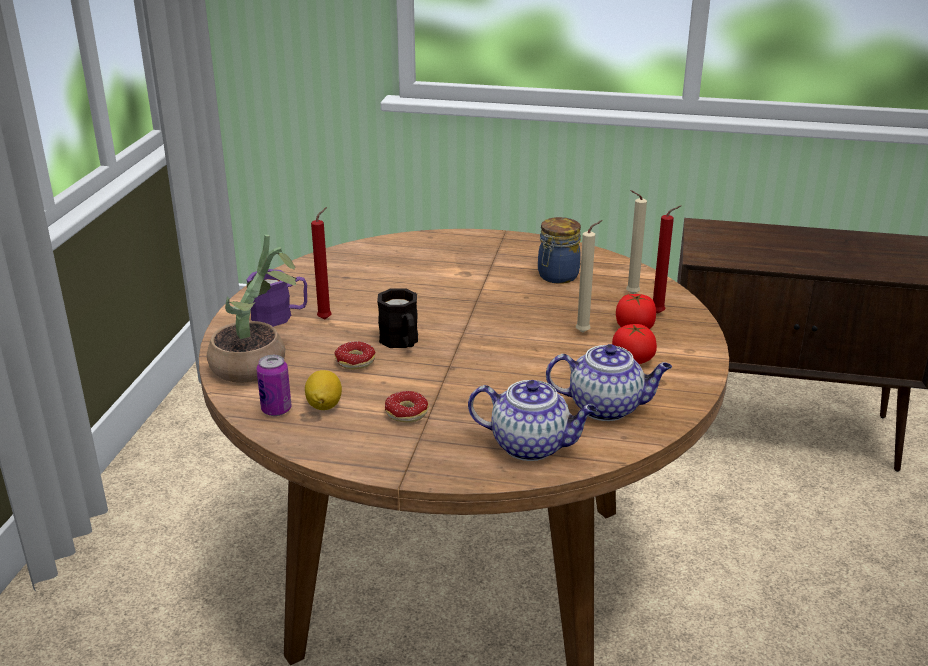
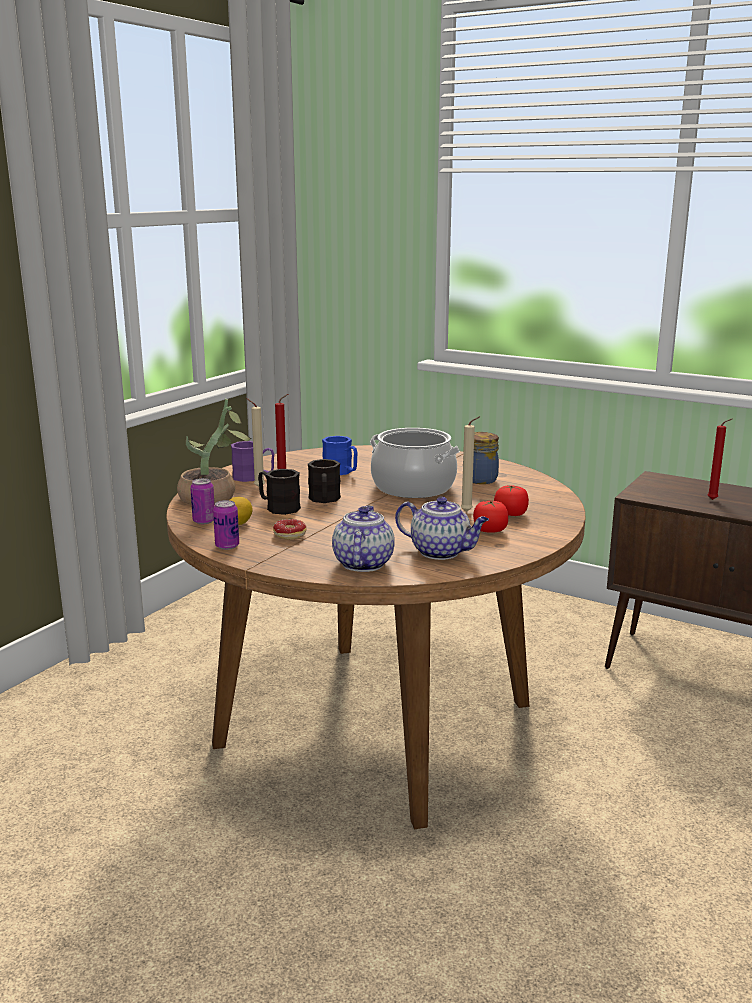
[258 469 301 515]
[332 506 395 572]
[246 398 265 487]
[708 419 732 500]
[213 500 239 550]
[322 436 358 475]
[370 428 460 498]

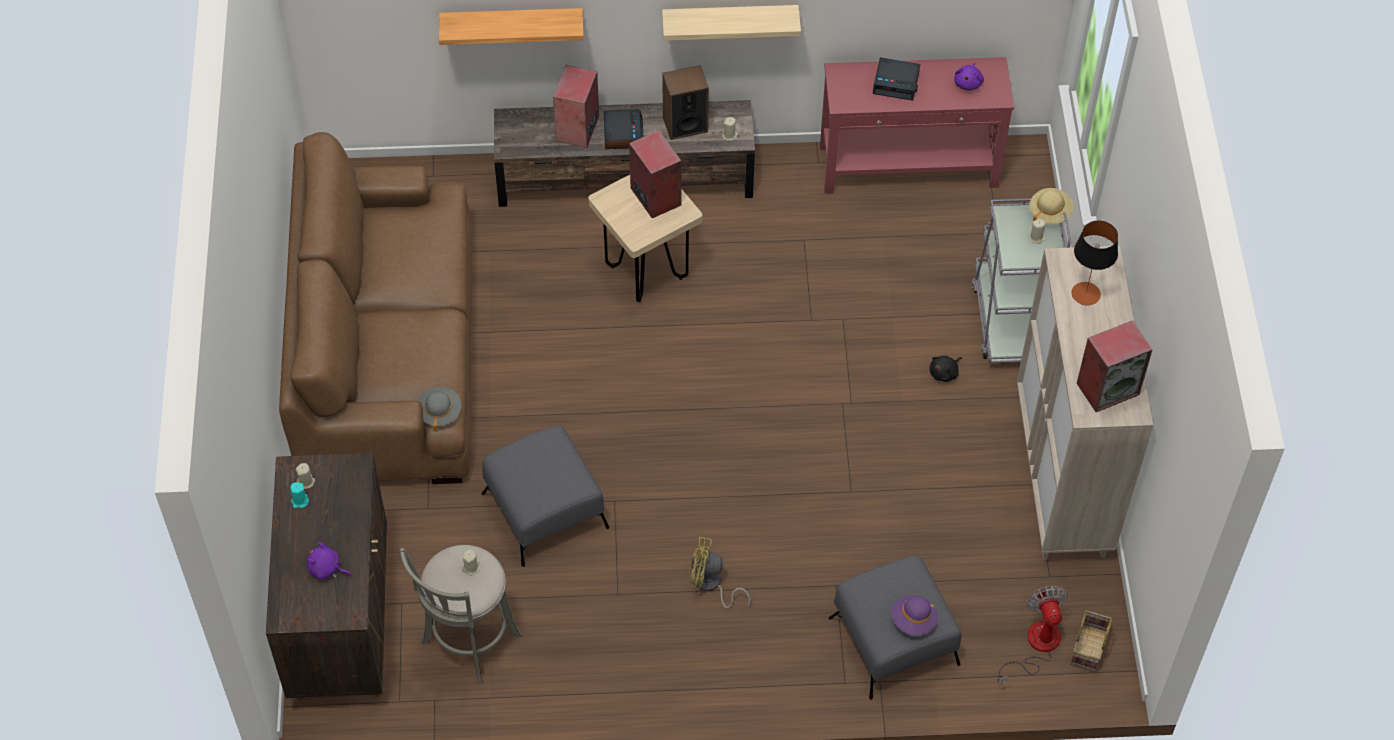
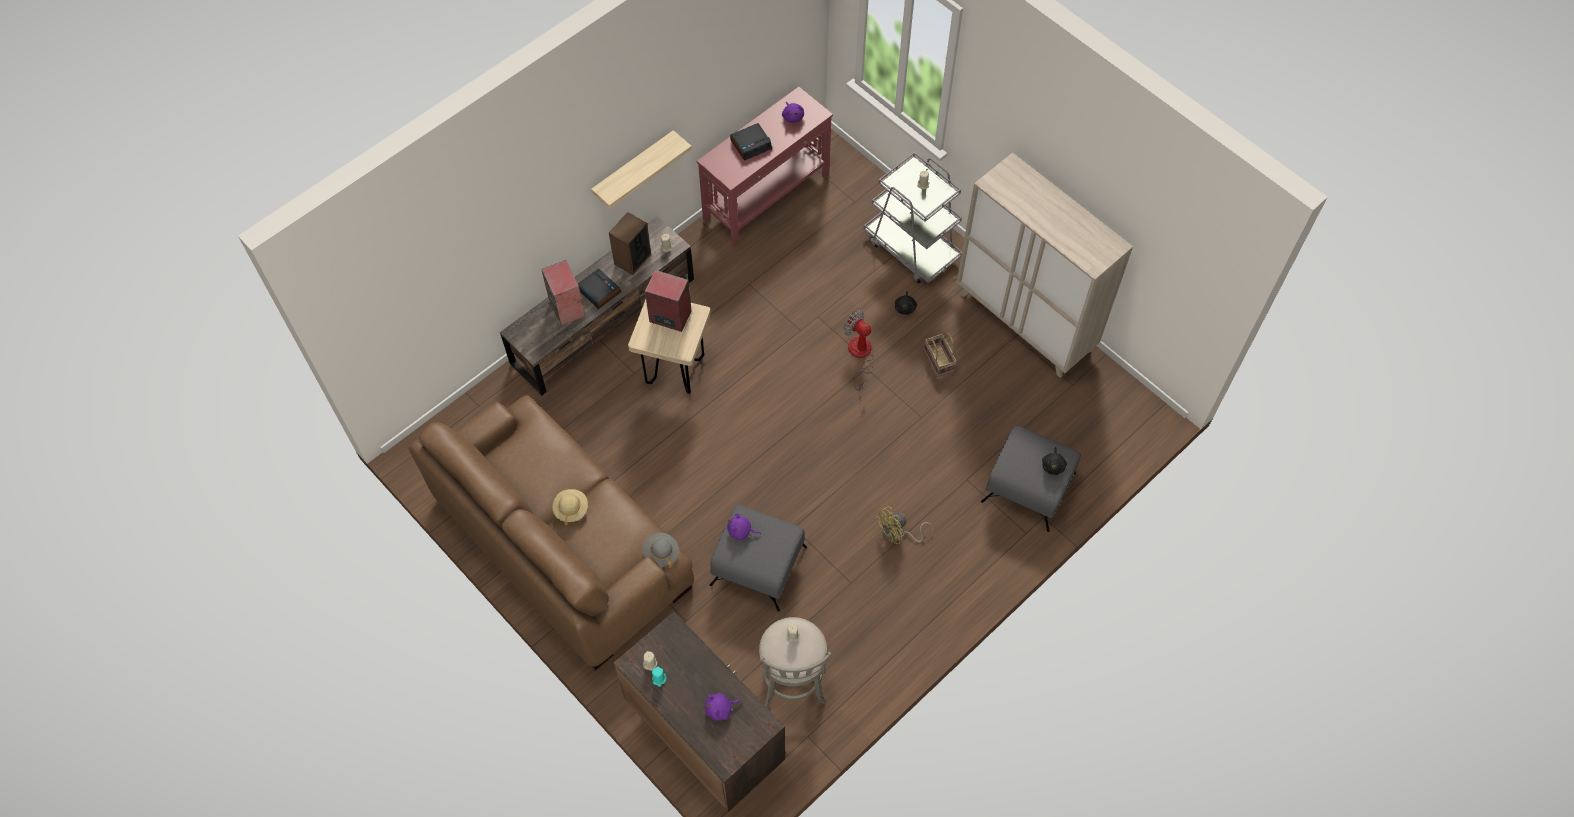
[439 8 584 45] (first image)
[1042 447 1067 475]
[843 310 874 391]
[553 489 588 525]
[924 333 956 377]
[1072 220 1118 306] (first image)
[1077 320 1153 412] (first image)
[727 514 761 540]

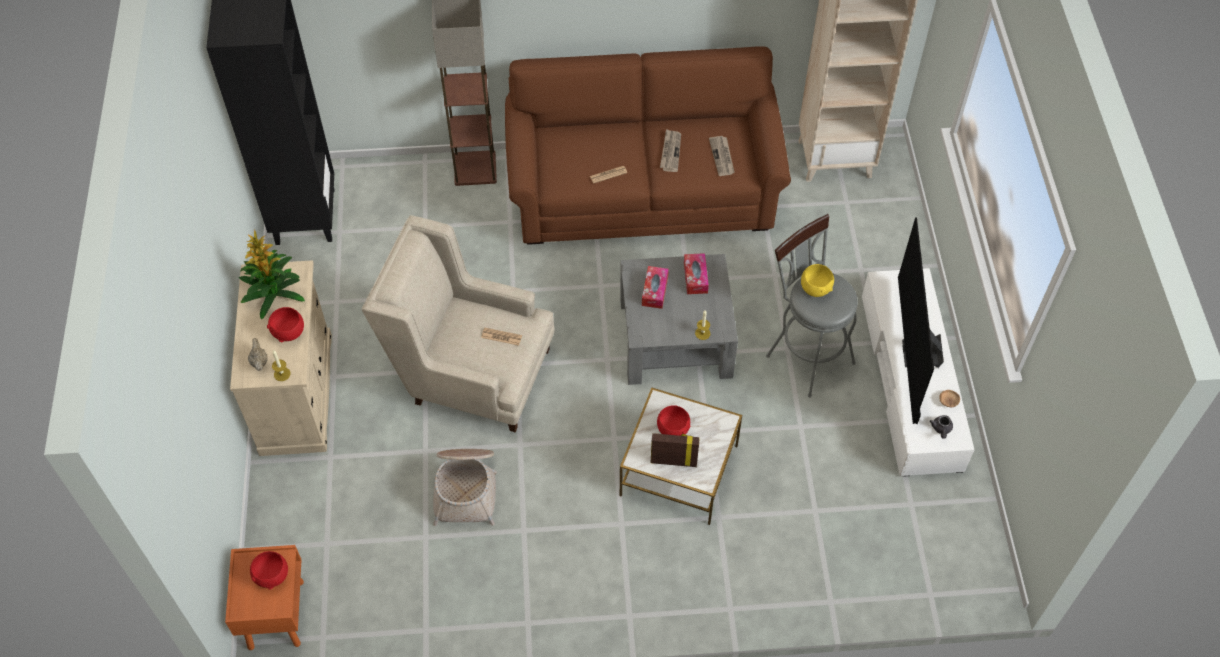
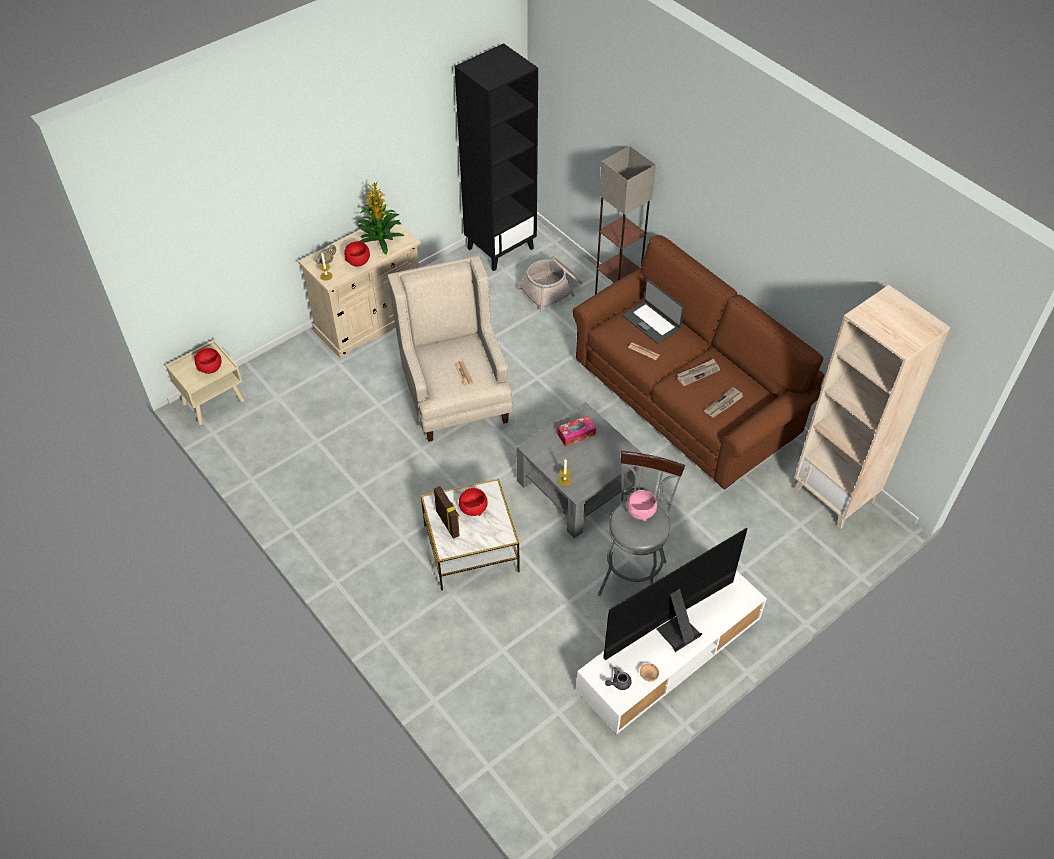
[165 339 245 425]
[517 256 583 313]
[684 253 709 294] (first image)
[626 490 657 521]
[623 279 684 344]

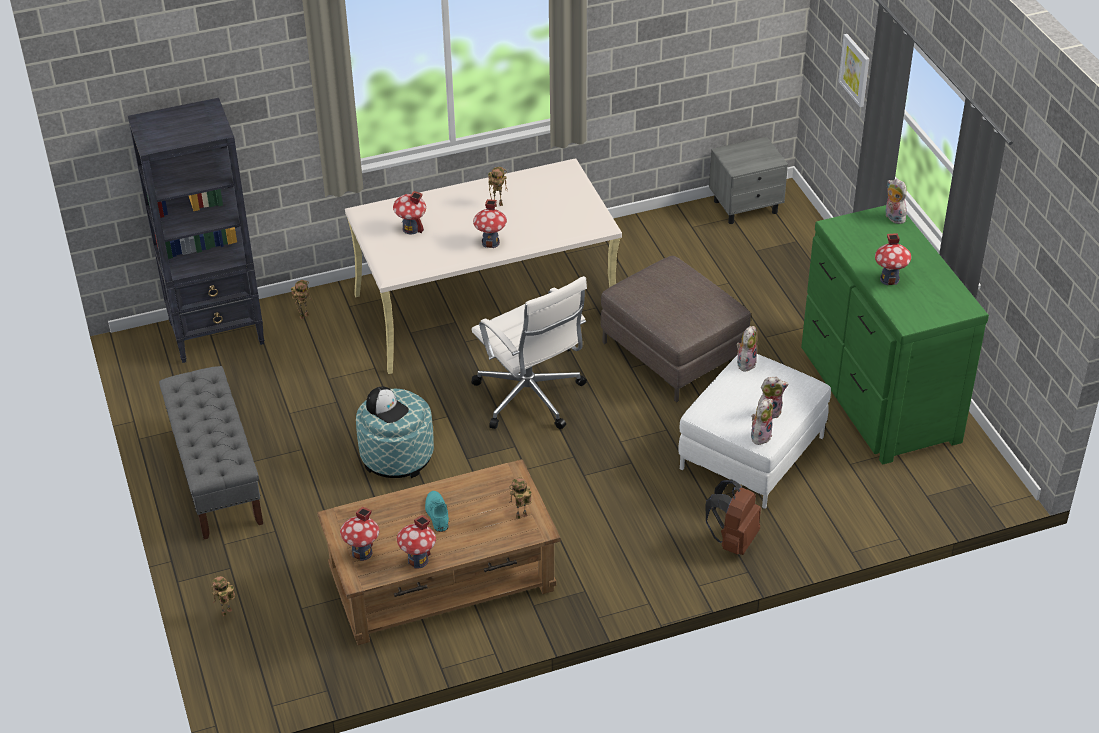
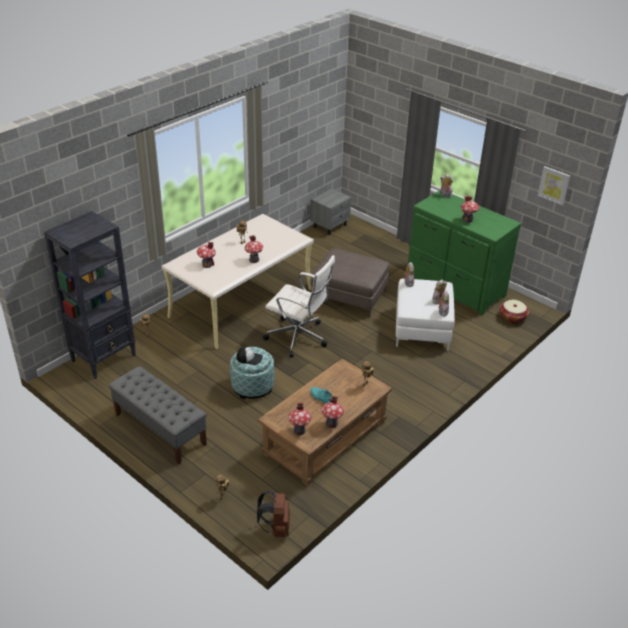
[257 490 290 537]
[538 166 570 206]
[500 300 529 323]

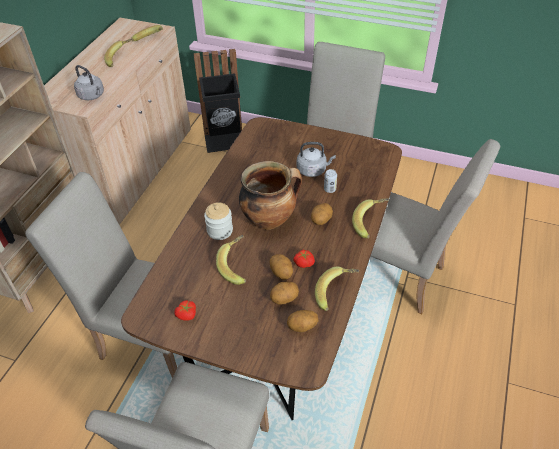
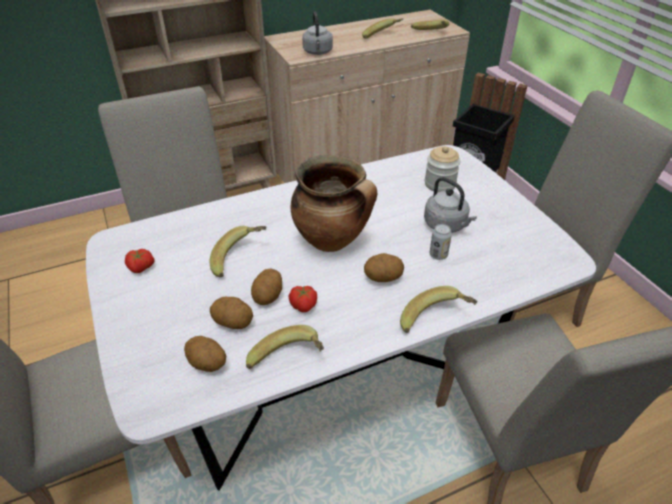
[86 145 596 491]
[425 146 460 193]

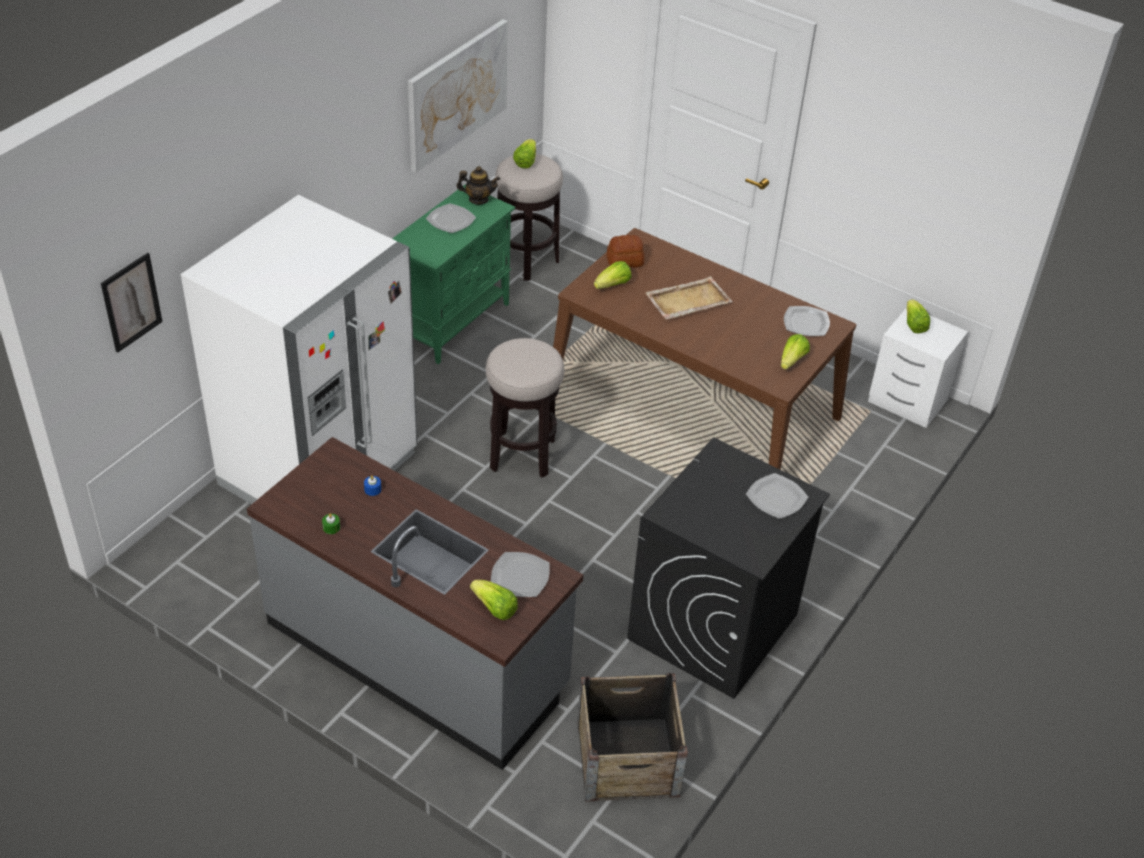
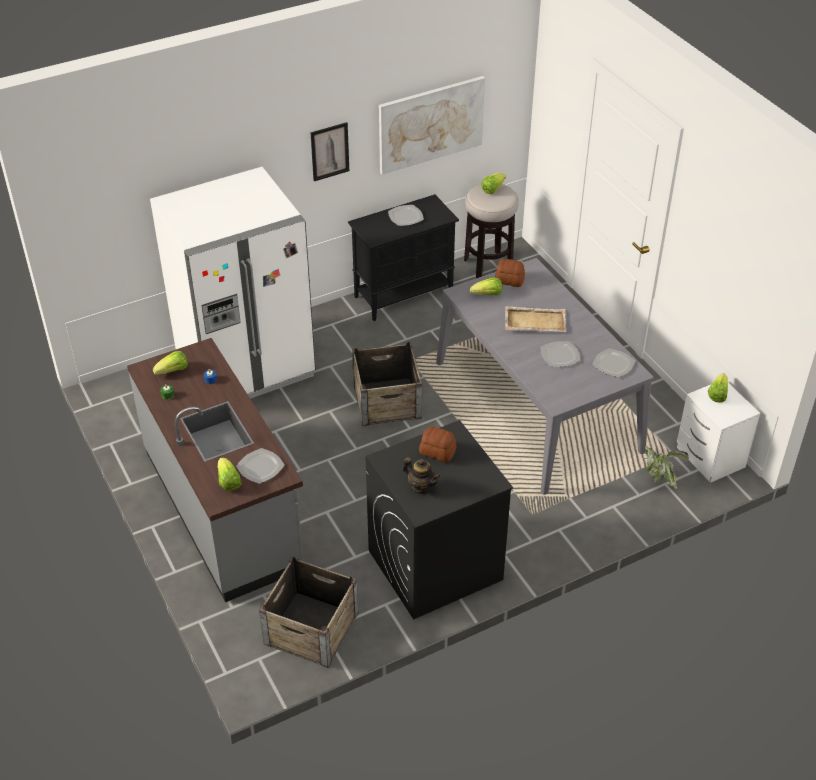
[311 122 349 181]
[348 194 459 321]
[402 457 441 494]
[352 342 422 426]
[436 258 653 495]
[540 341 580 367]
[153 351 188 375]
[419 427 456 462]
[644 446 689 490]

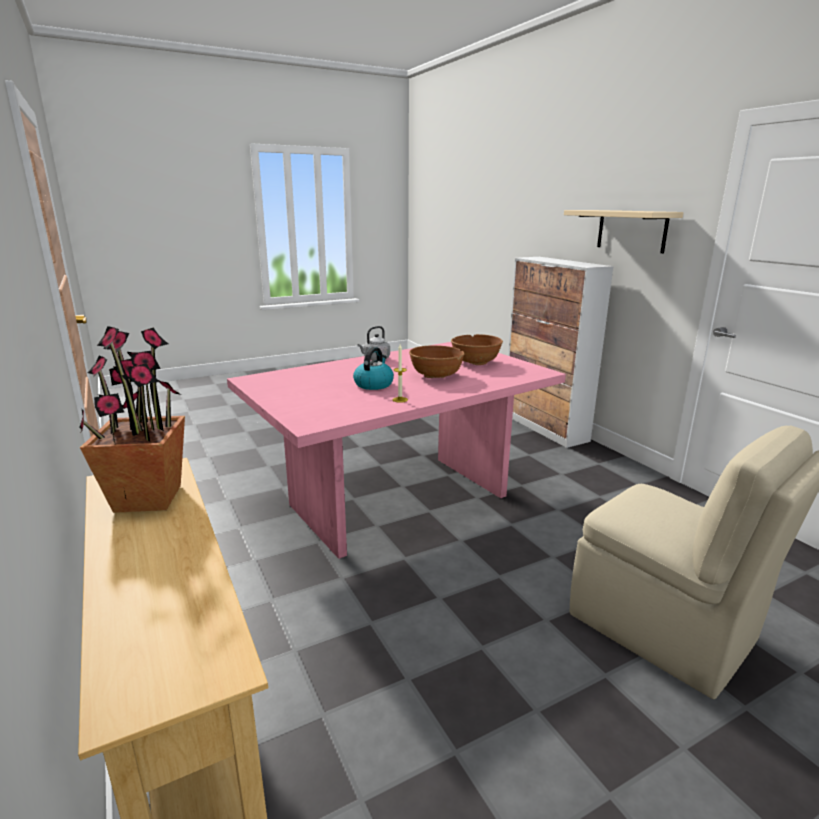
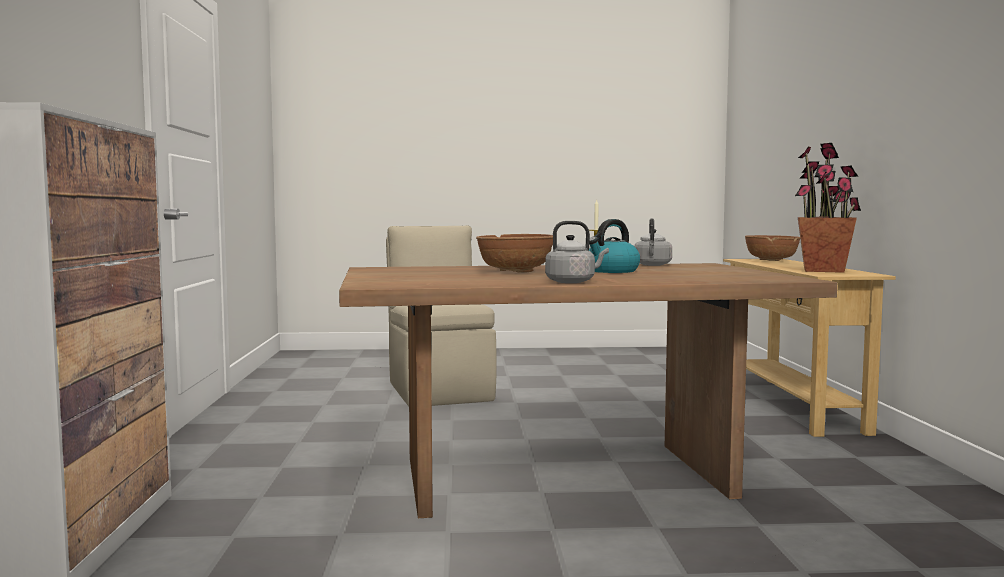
[339 263 837 518]
[745 235 800 261]
[564 210 684 253] (first image)
[634 218 672 266]

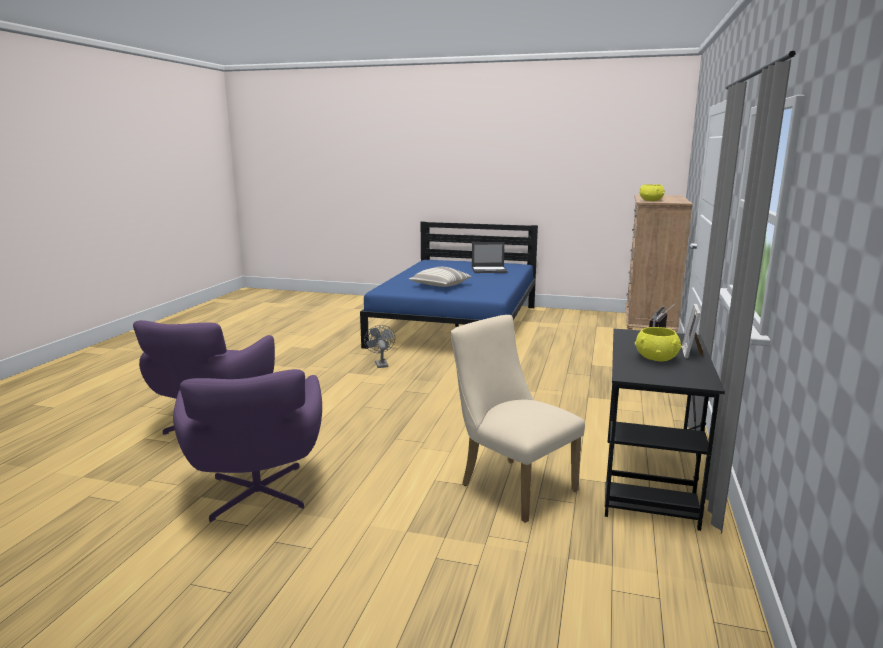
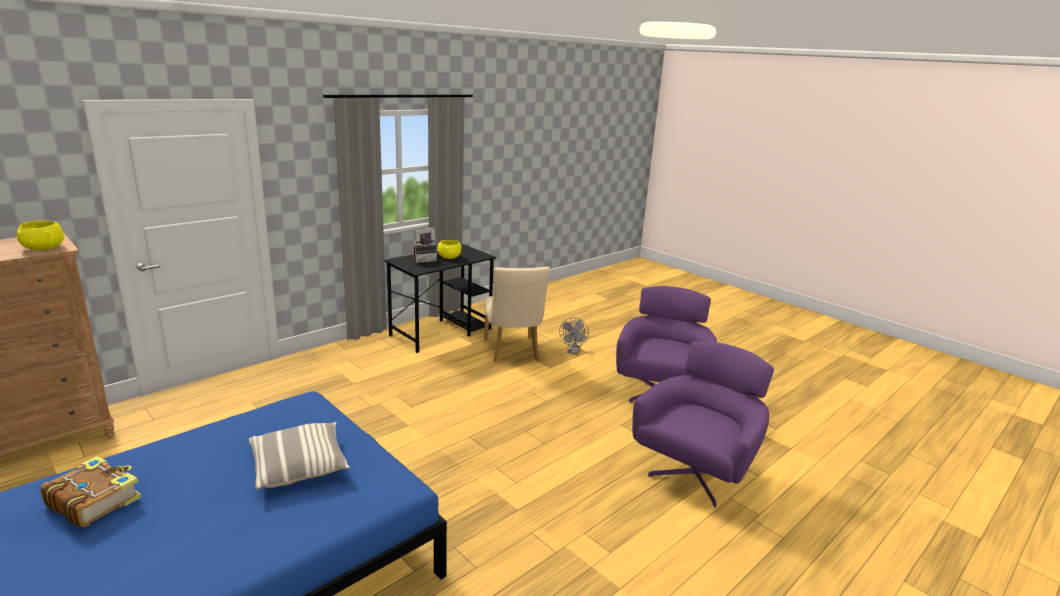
[559 317 589 355]
[40 456 141 527]

